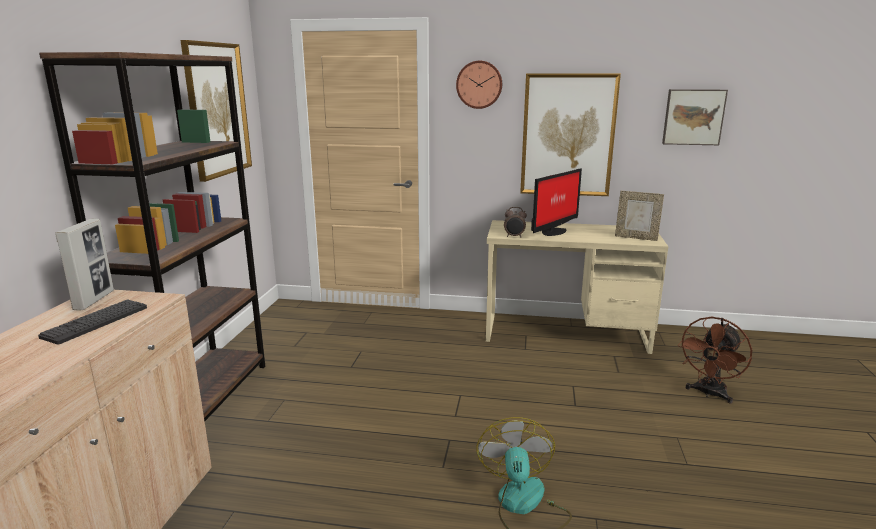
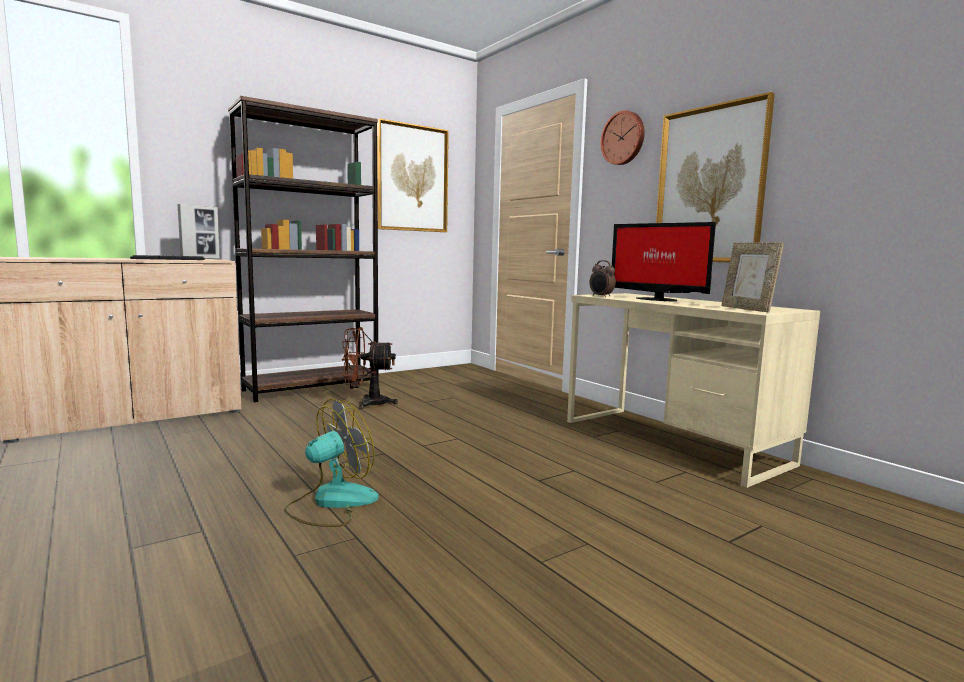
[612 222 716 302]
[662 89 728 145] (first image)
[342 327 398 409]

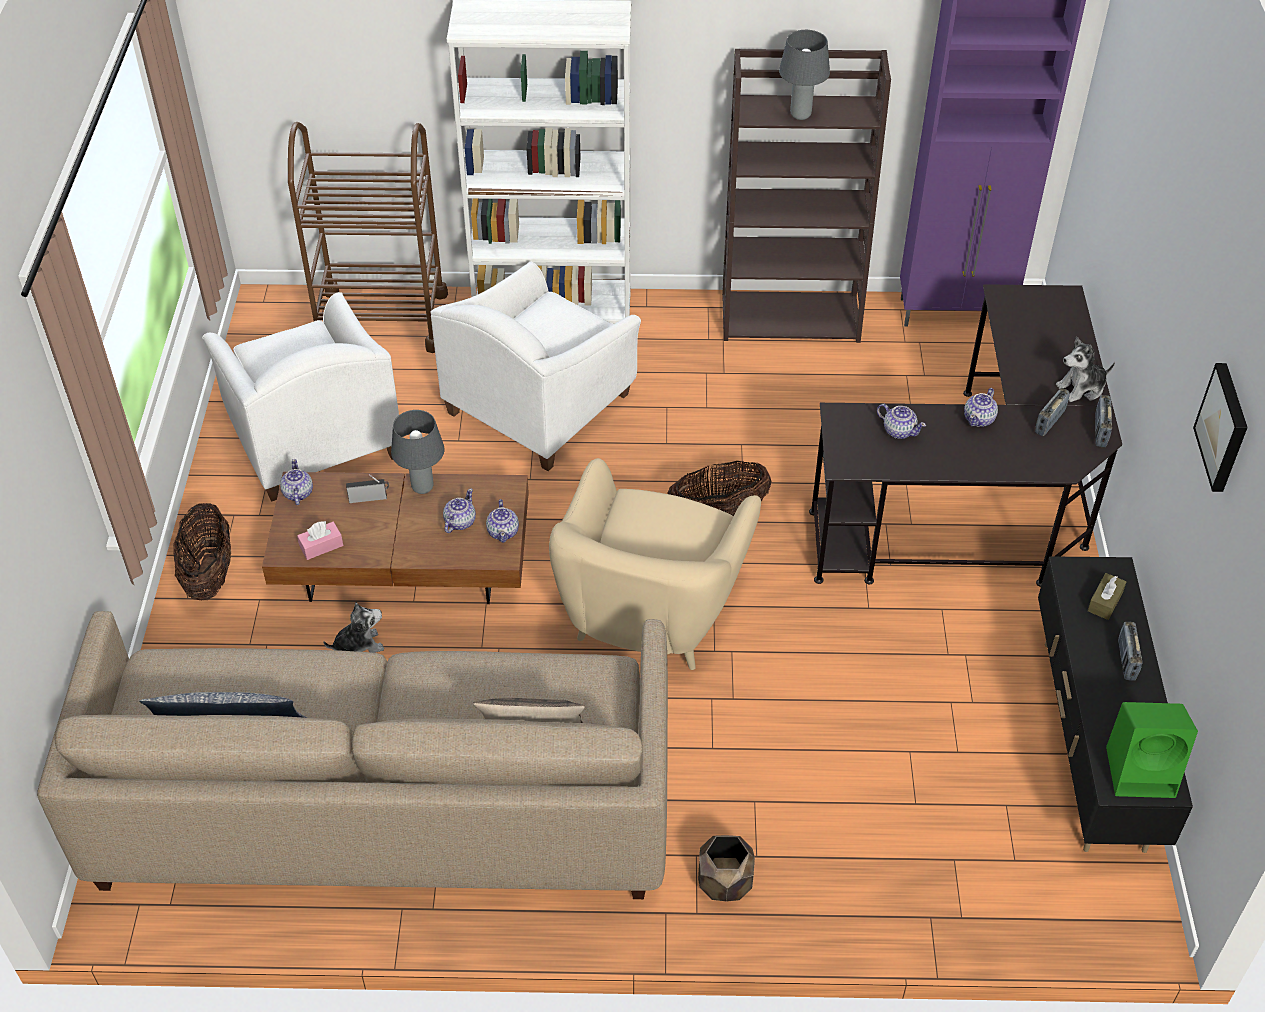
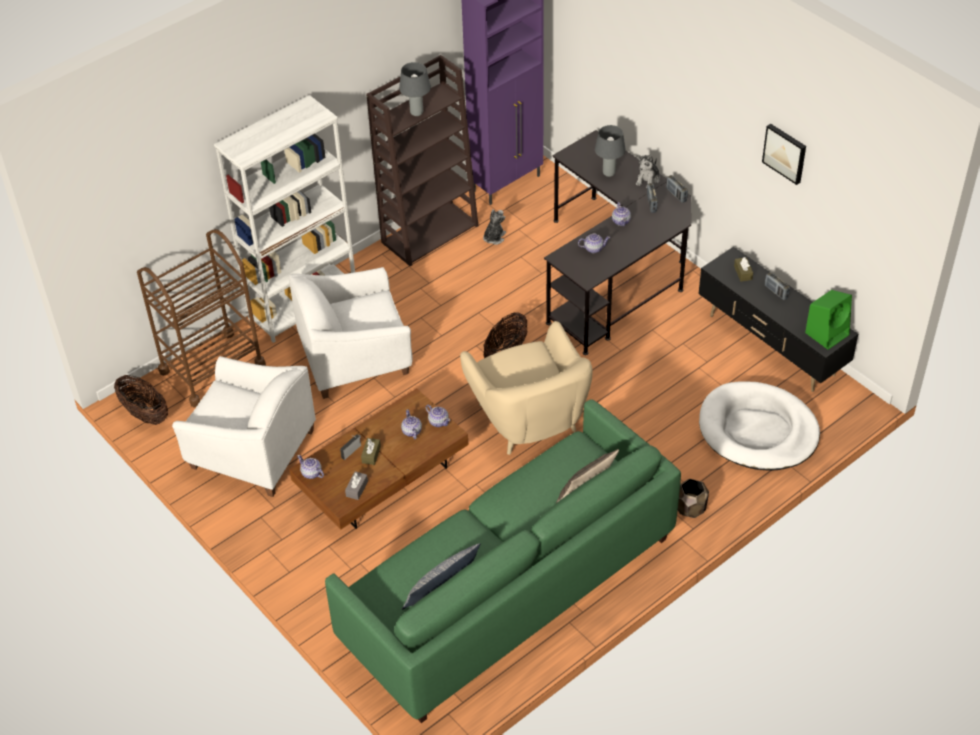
[325 399 681 723]
[114 375 168 425]
[345 471 368 500]
[483 209 506 245]
[595 125 626 177]
[289 267 413 399]
[361 438 381 465]
[699 381 820 471]

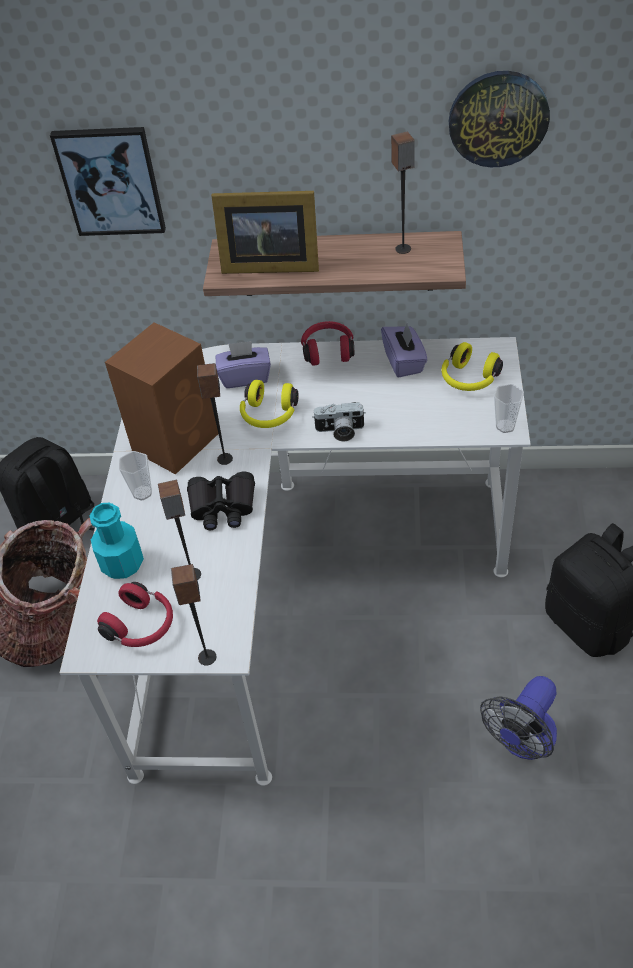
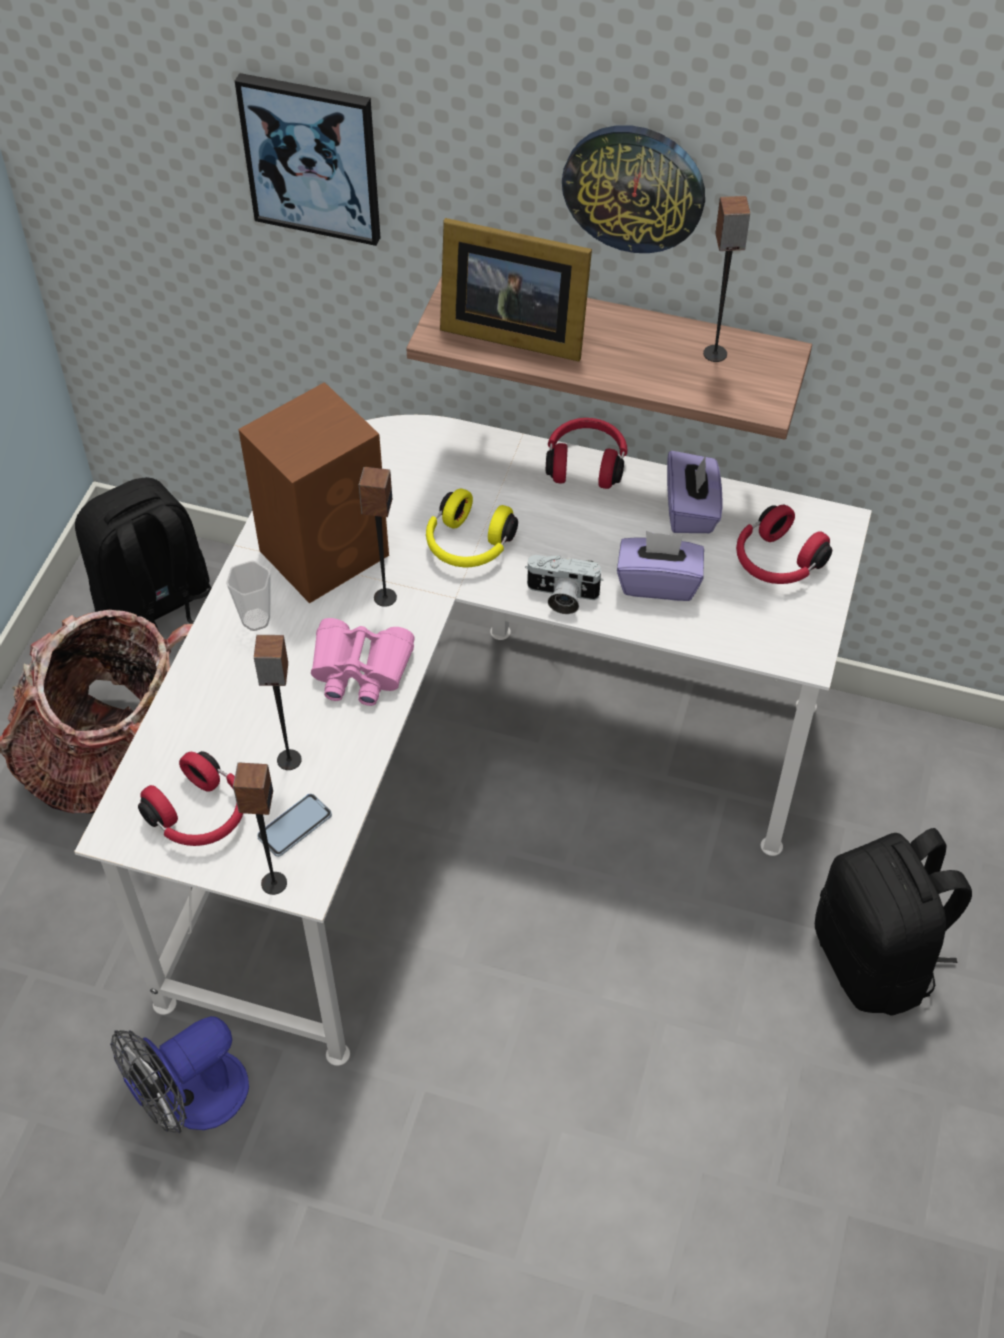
[90 503 144 579] (first image)
[311 618 415 706]
[617 531 704 601]
[736 505 832 584]
[562 125 705 253]
[110 1016 249 1133]
[494 384 524 433] (first image)
[257 794 332 857]

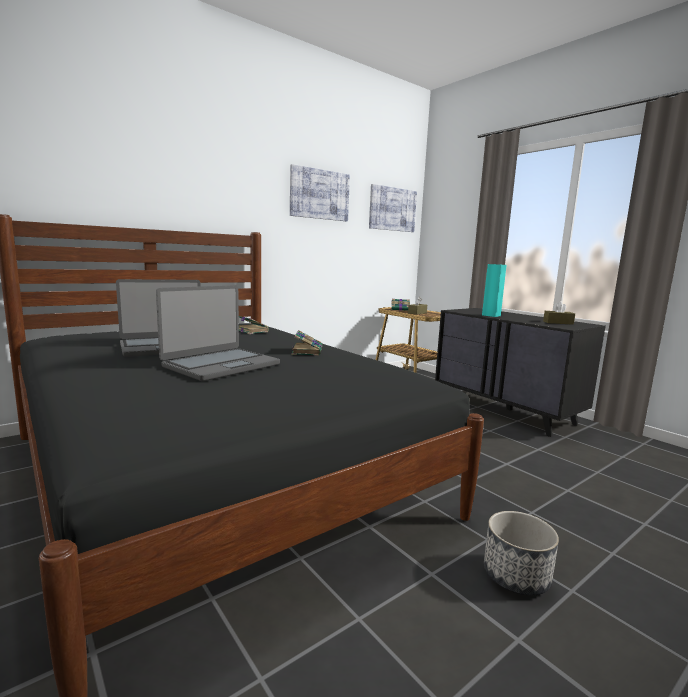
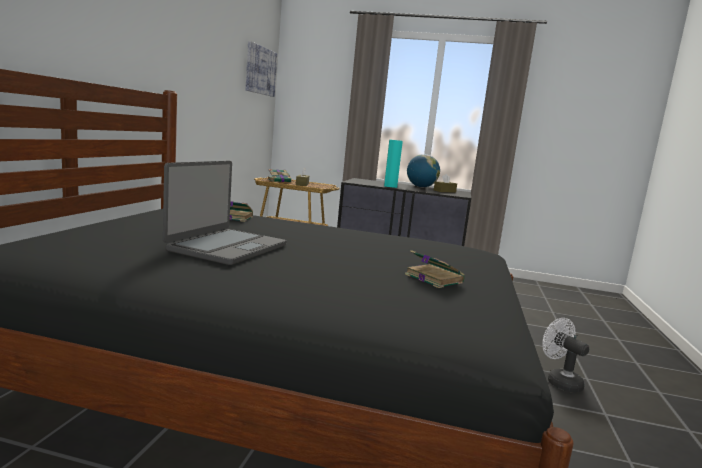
[156 285 280 381] (first image)
[290 164 350 221] (first image)
[405 250 465 288]
[542 318 589 393]
[407 154 440 187]

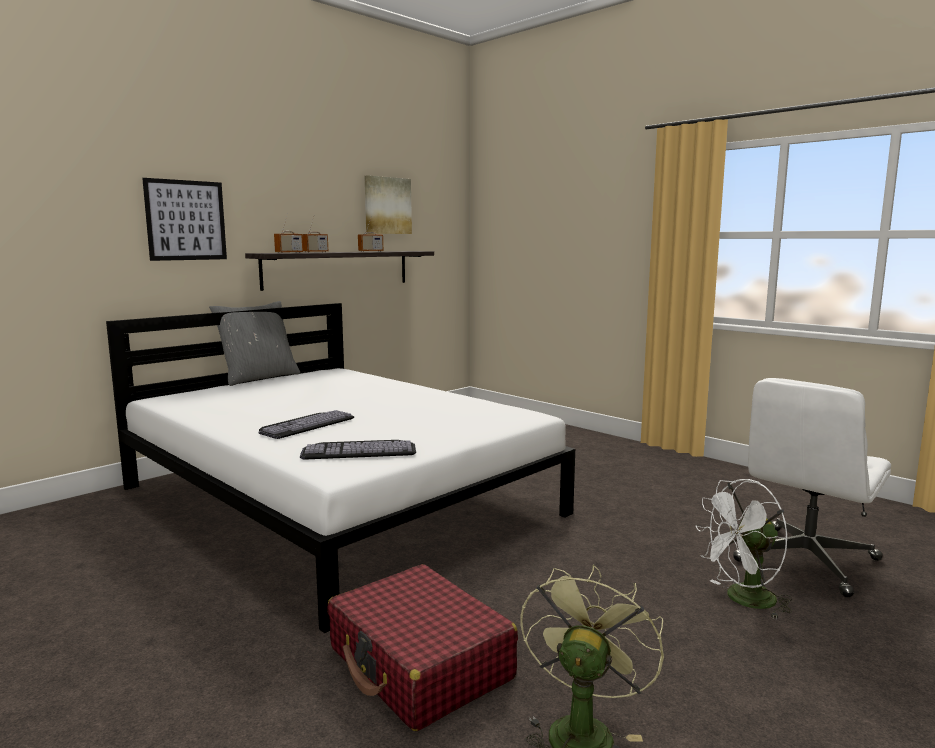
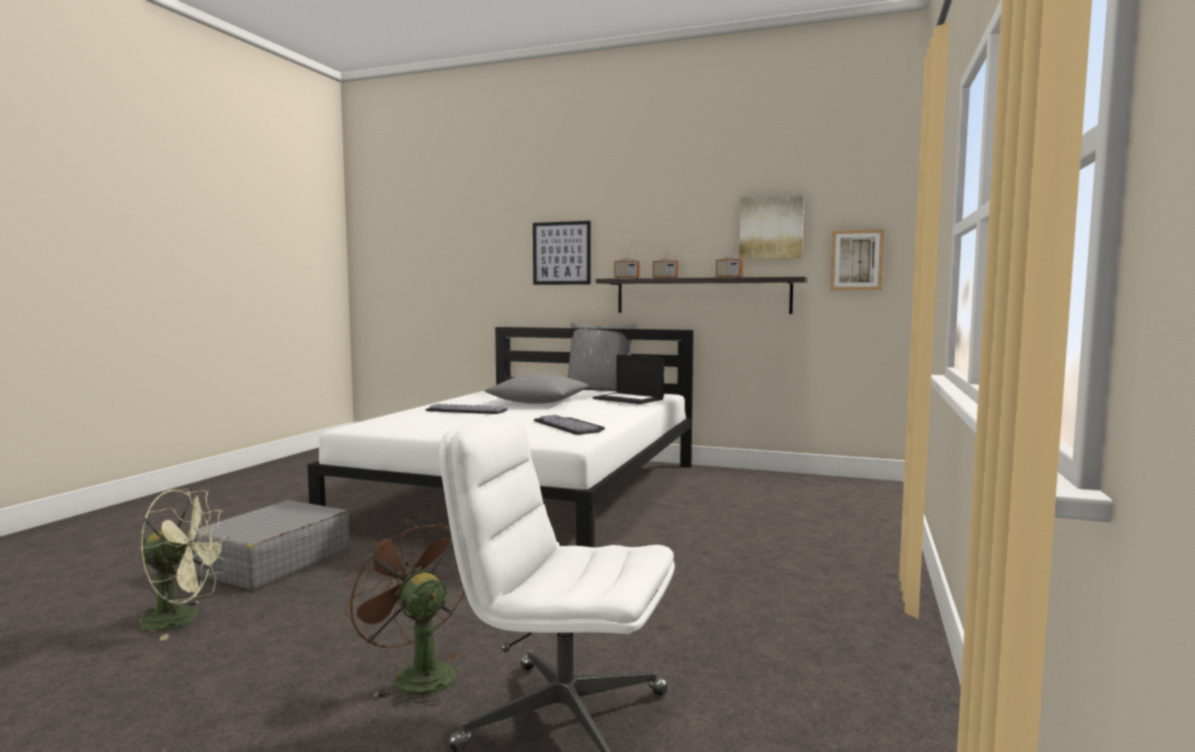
[534 415 605 435]
[187 500 349 590]
[344 518 465 706]
[485 374 589 404]
[593 355 664 404]
[830 229 884 290]

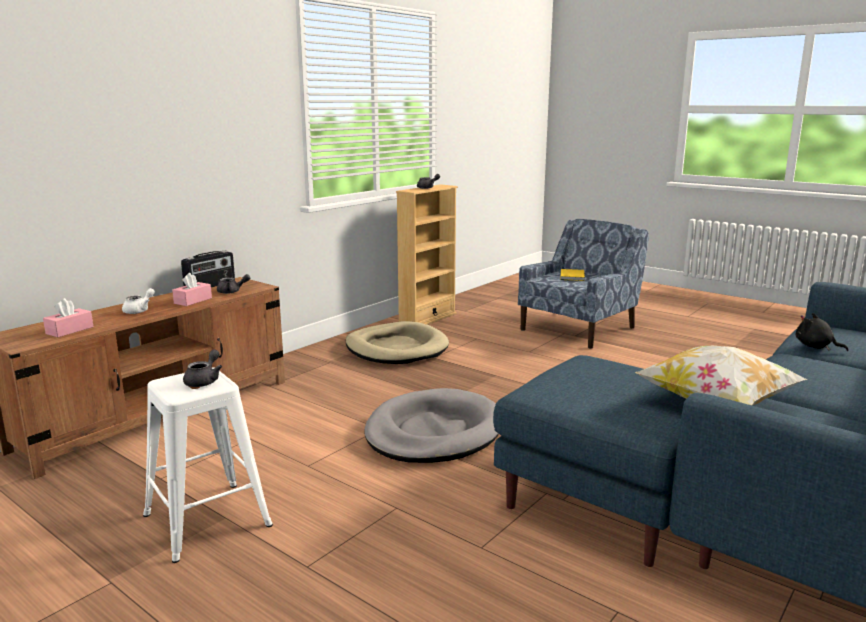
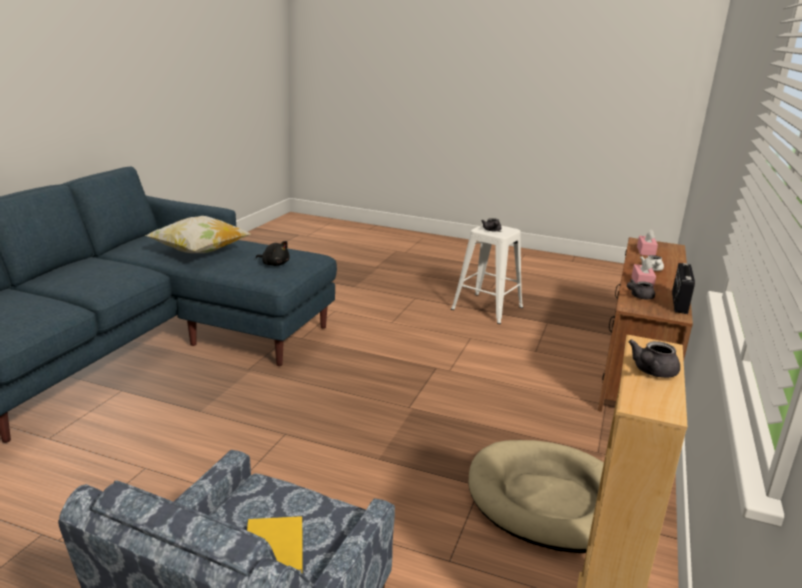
[364 388 499 463] (first image)
[256 241 290 266]

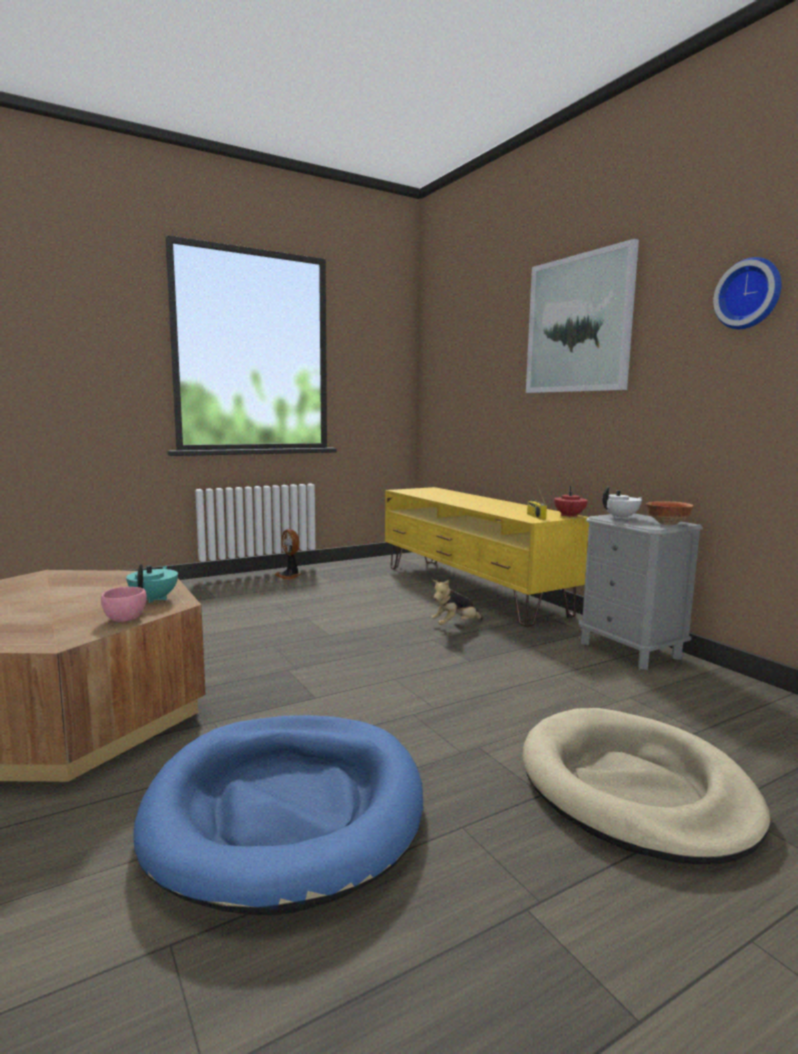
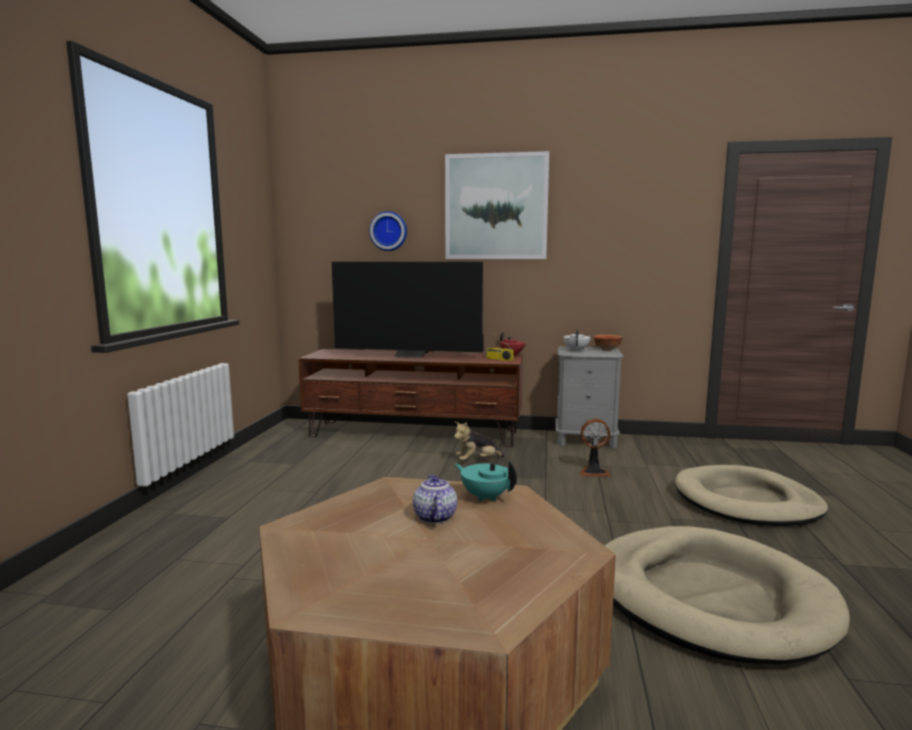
[101 587 147 622] (first image)
[604 526 850 664]
[579 419 612 477]
[298 349 523 447]
[454 422 505 460]
[369 211 407 251]
[332 262 484 358]
[413 474 457 524]

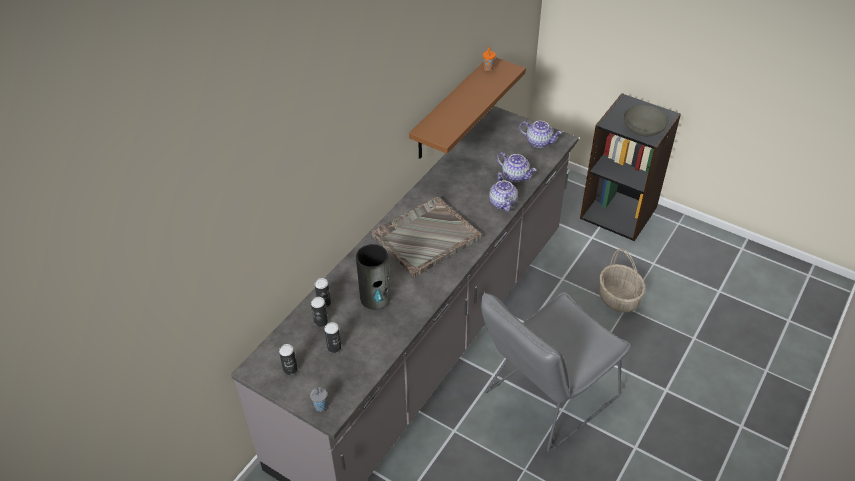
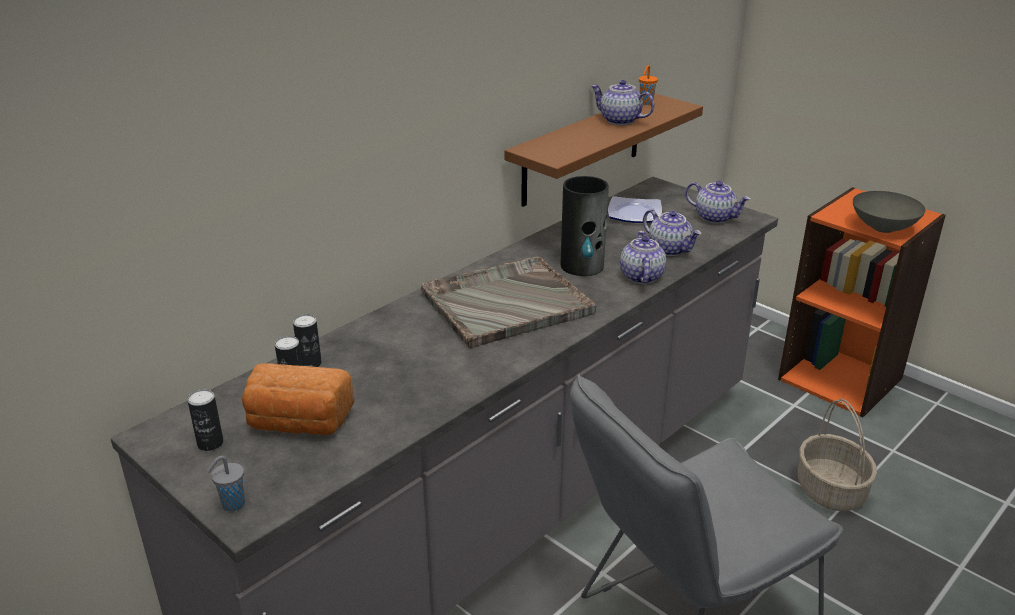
[242 363 354 435]
[560 176 609 276]
[778 187 946 417]
[591 80 654 125]
[608 196 662 223]

